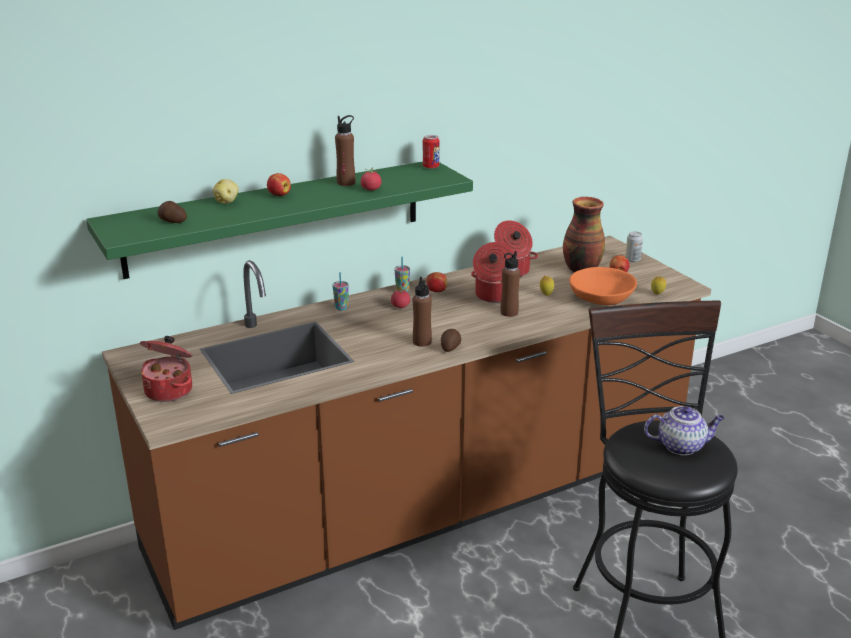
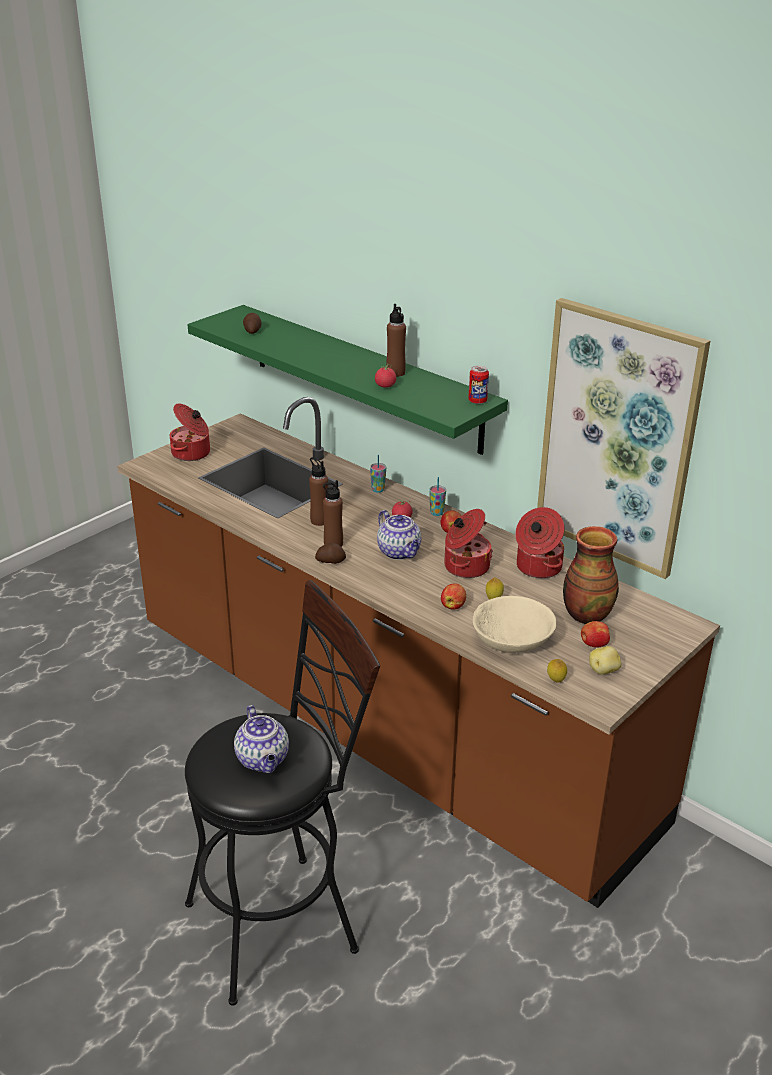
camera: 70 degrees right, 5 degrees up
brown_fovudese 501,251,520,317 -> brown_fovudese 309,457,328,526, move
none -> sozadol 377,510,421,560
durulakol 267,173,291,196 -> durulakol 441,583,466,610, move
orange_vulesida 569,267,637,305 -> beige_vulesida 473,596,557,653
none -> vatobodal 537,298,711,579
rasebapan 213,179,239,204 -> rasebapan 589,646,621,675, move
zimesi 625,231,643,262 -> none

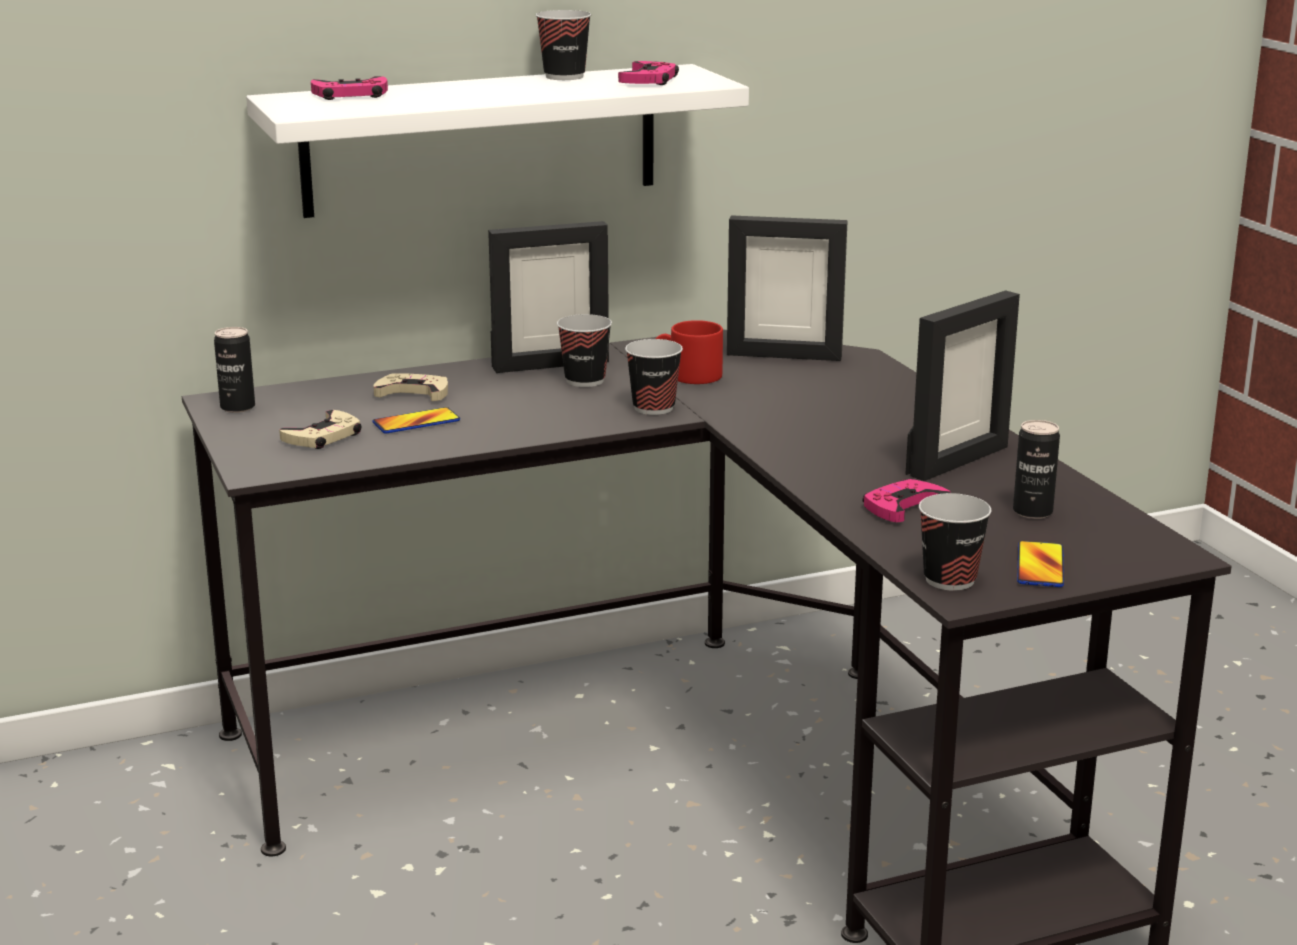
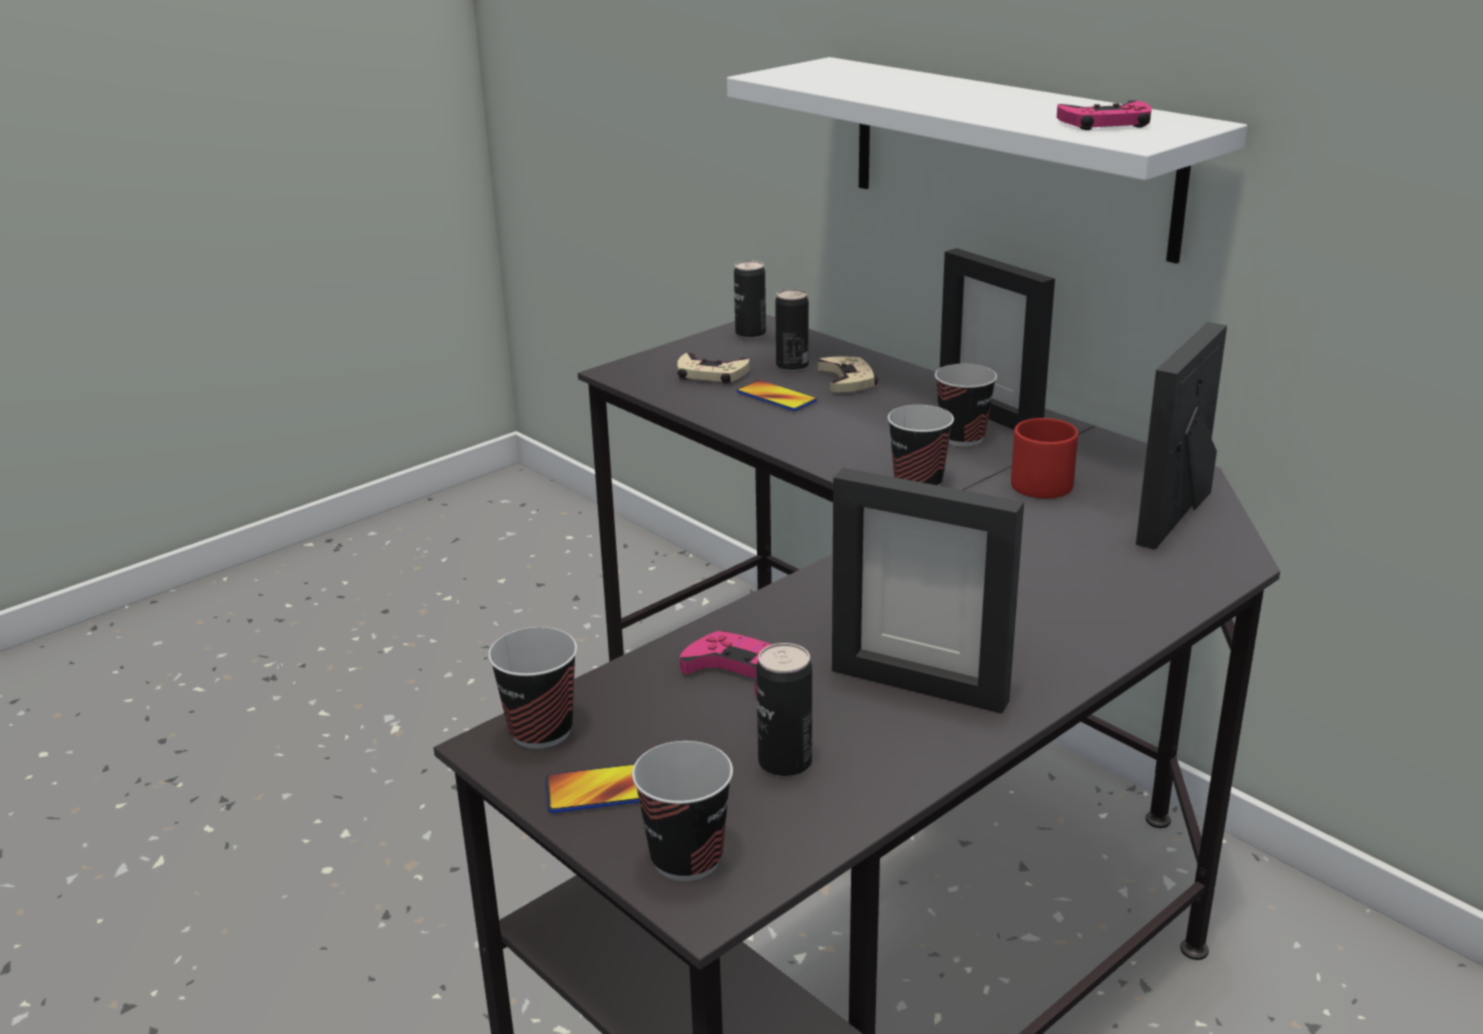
camera: 70 degrees right, 5 degrees up
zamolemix 536,10,591,80 -> zamolemix 632,741,733,881, move
none -> zimesi 775,289,809,371
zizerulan 727,215,848,361 -> zizerulan 1136,322,1227,550, 45 degrees clockwise
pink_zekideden 311,76,388,100 -> none

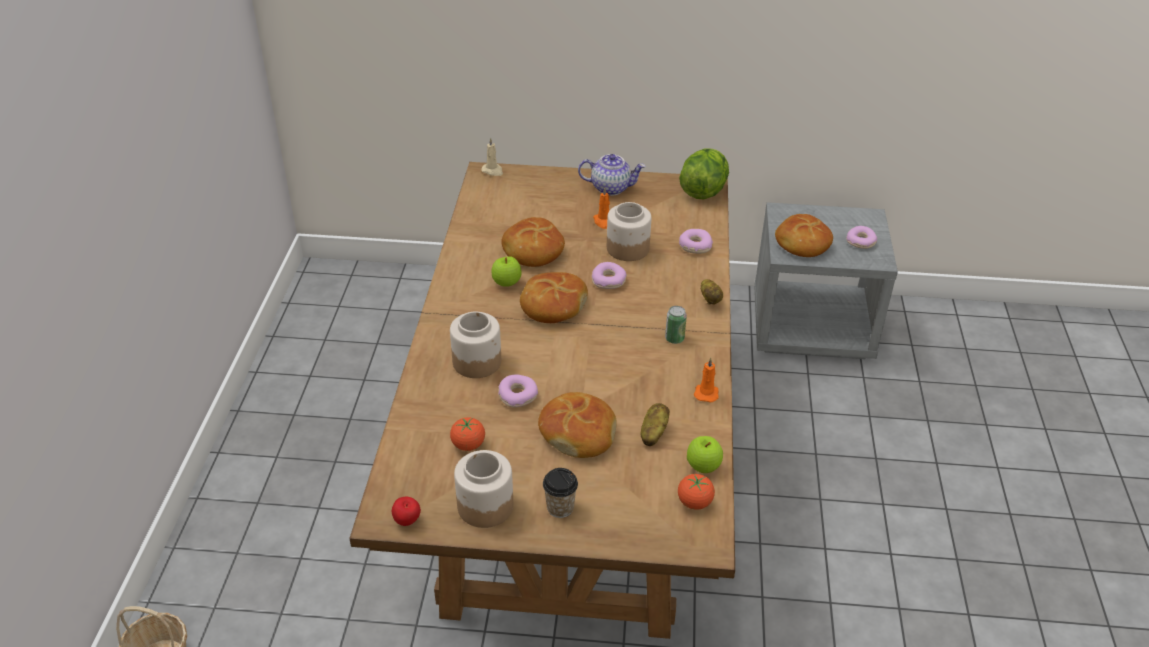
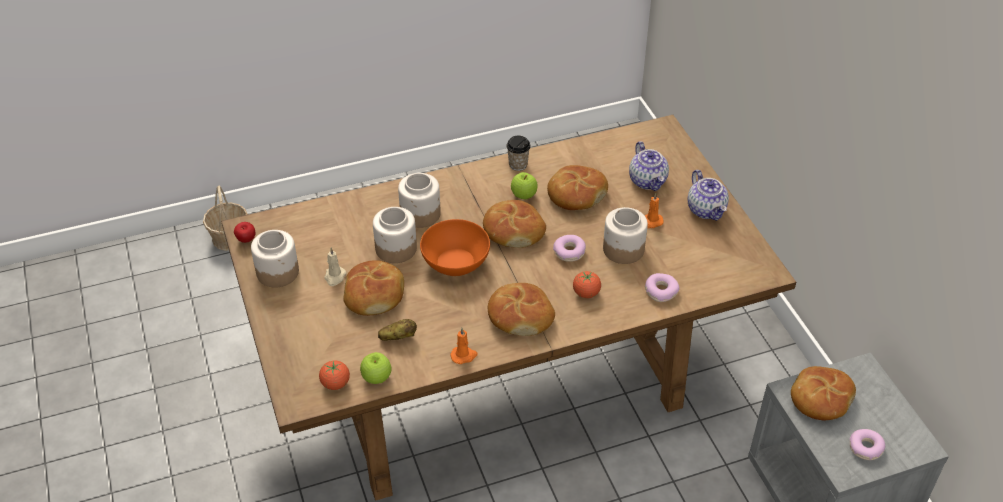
camera: 65 degrees right, 5 degrees up
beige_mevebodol 481,138,503,176 -> beige_mevebodol 325,248,346,286, move
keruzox 498,375,538,408 -> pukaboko 373,207,417,263
none -> orange_vulesida 420,219,490,276
zimesi 665,306,687,344 -> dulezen 488,283,555,336
zamolemix 543,468,578,518 -> zamolemix 506,136,531,171, move
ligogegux 450,417,485,451 -> ligogegux 573,271,601,298, move
none -> sozadol 629,141,669,191
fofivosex 679,148,729,199 -> none
rasebapan 701,279,723,305 -> none

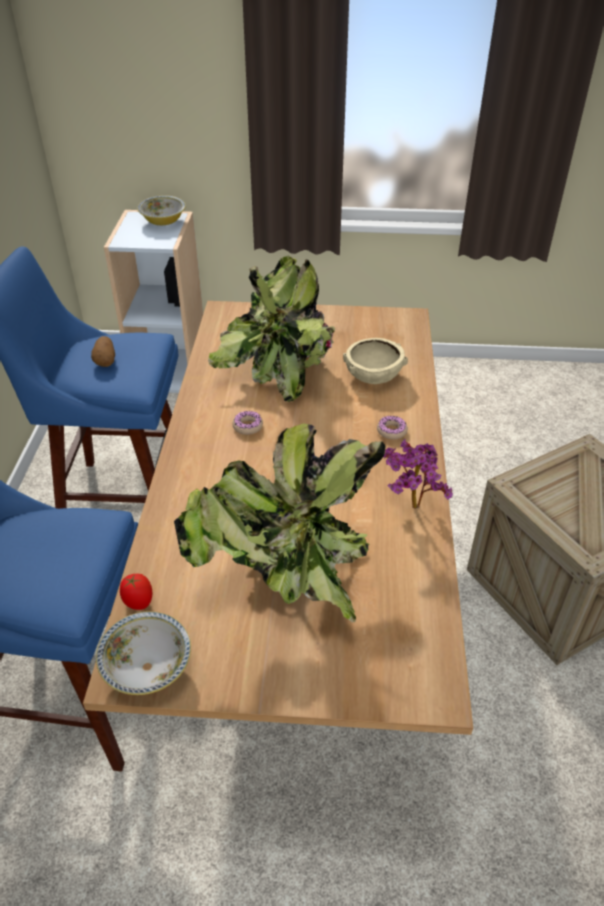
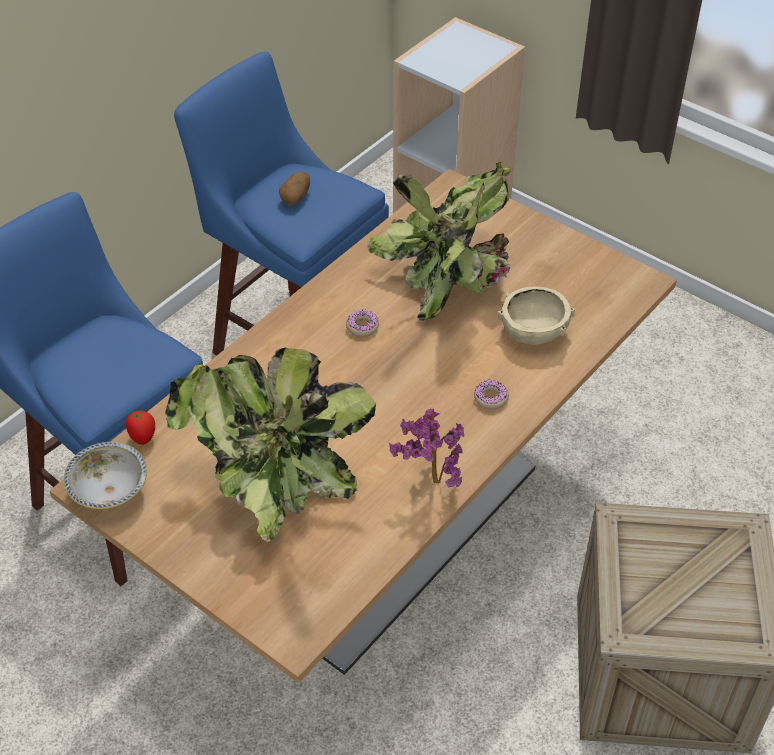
camera: 35 degrees right, 5 degrees up
vulesida 137,195,186,225 -> none

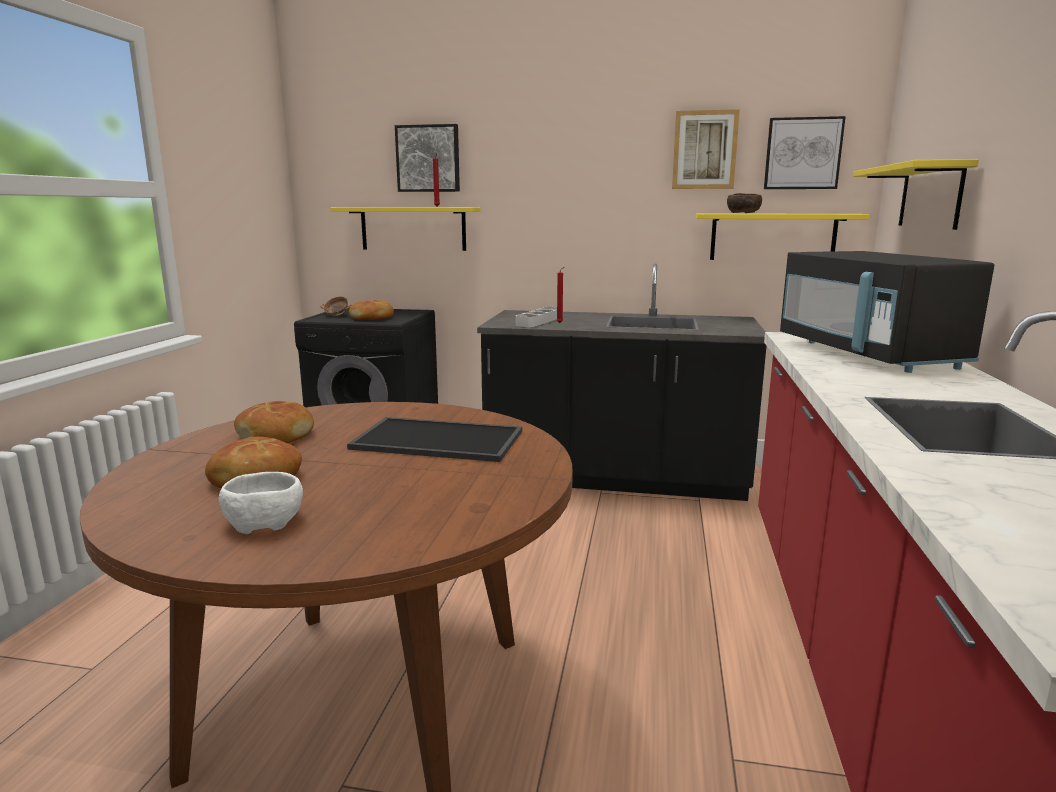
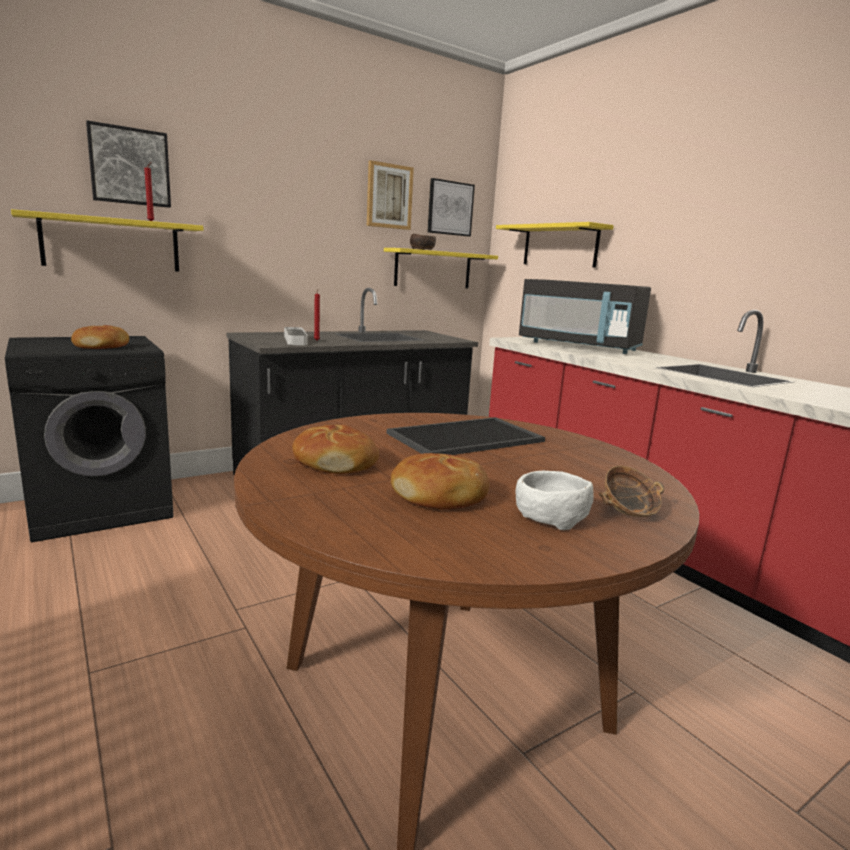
camera: 45 degrees left, 0 degrees up
vulesida 320,296,352,316 -> vulesida 599,466,664,517, move

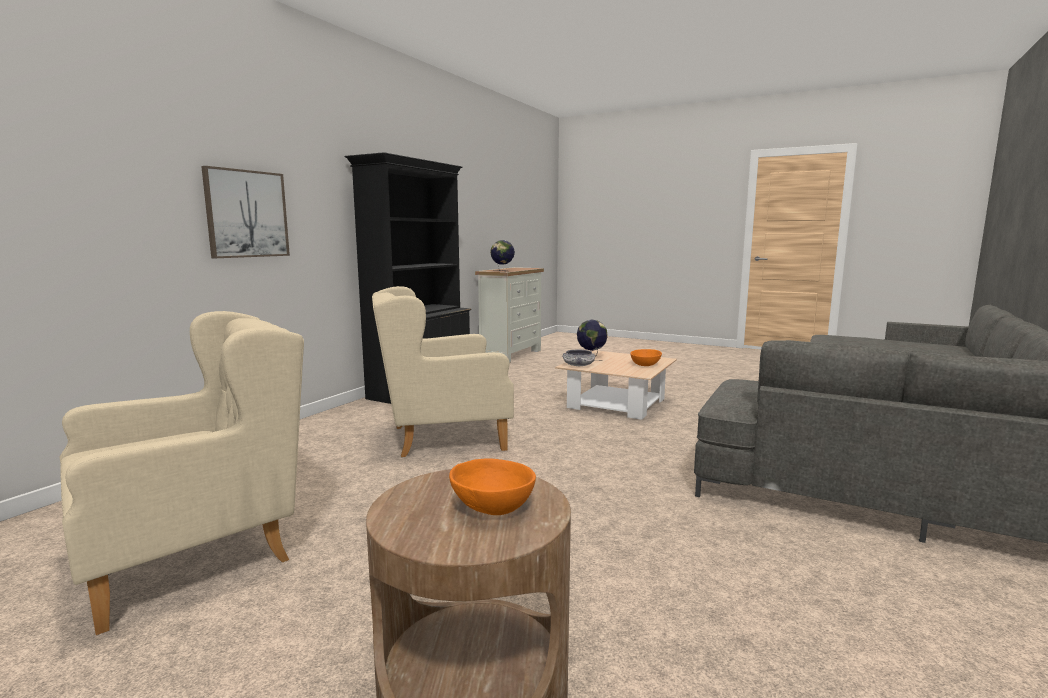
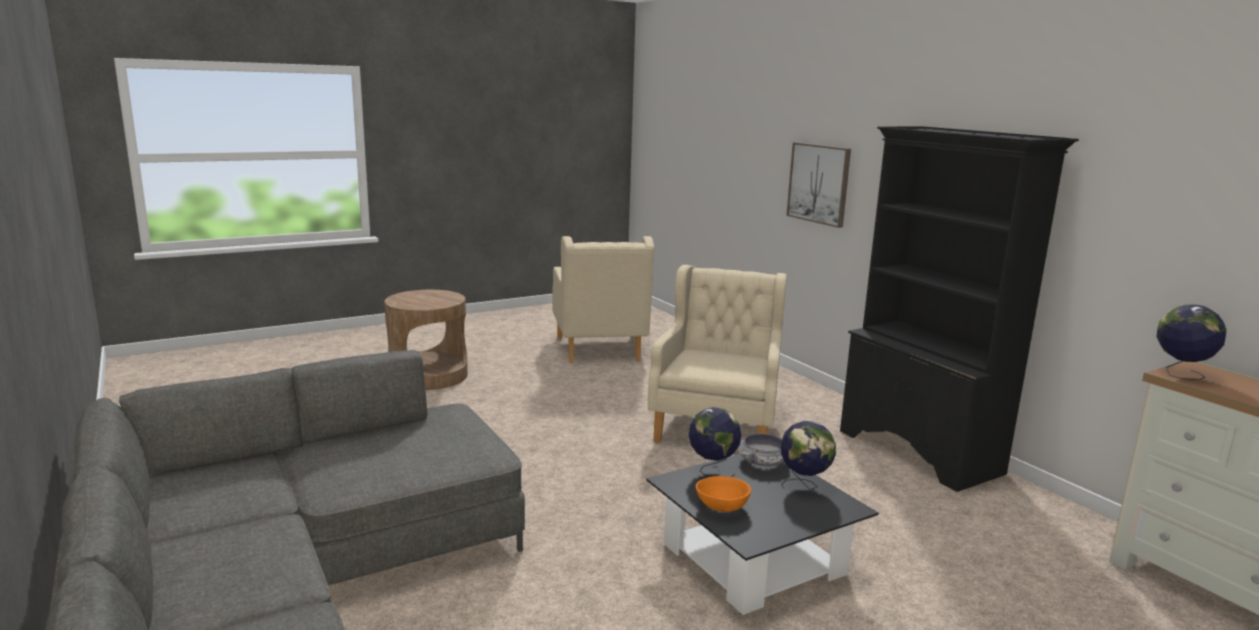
camera: 120 degrees right, 5 degrees up
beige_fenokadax 555,350,677,420 -> black_fenokadax 646,454,879,615
none -> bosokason 689,407,741,477
orange_vulesida 449,459,536,515 -> none

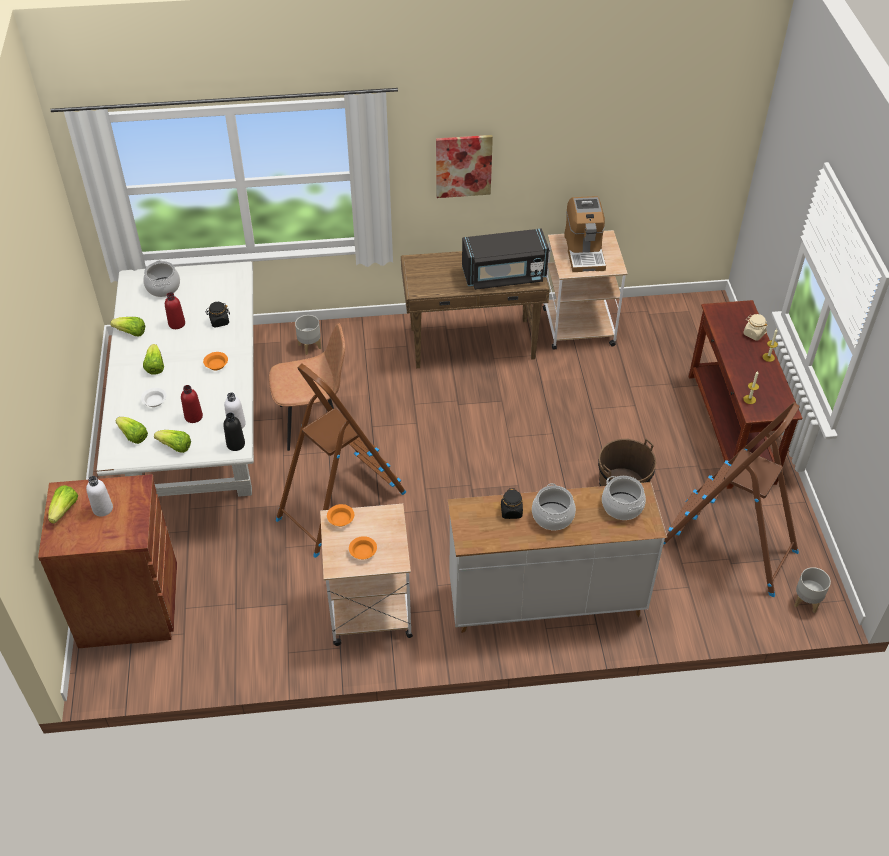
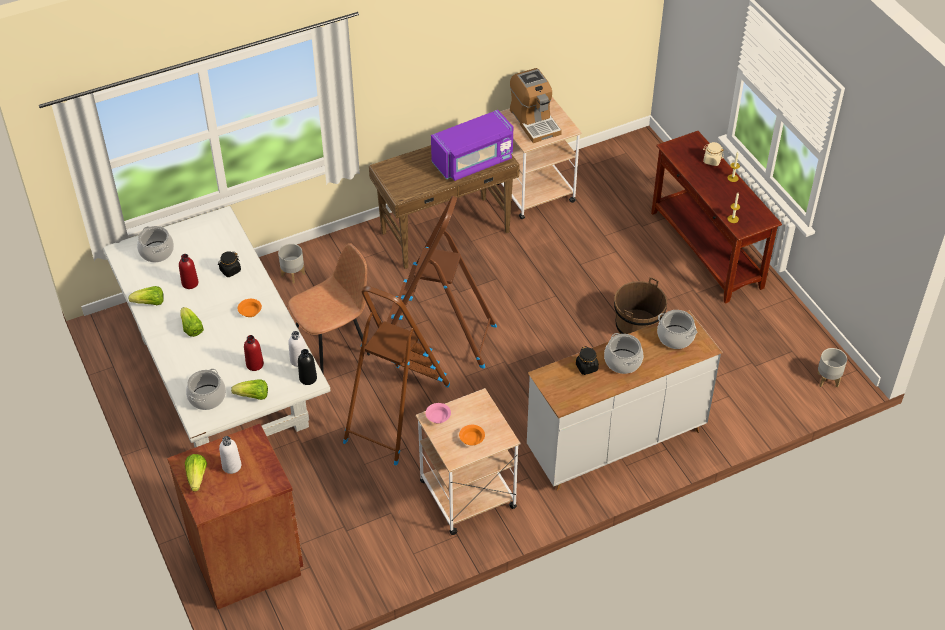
camera: 20 degrees left, 0 degrees up
fofivosex 115,417,148,444 -> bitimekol 186,369,226,410
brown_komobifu 664,402,800,597 -> brown_komobifu 387,196,497,368, move
orange_vulesida 327,504,354,526 -> pink_vulesida 425,403,451,423
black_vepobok 462,228,549,290 -> purple_vepobok 431,110,513,181
white_vulesida 141,388,166,407 -> none
vatobodal 436,135,493,198 -> none

